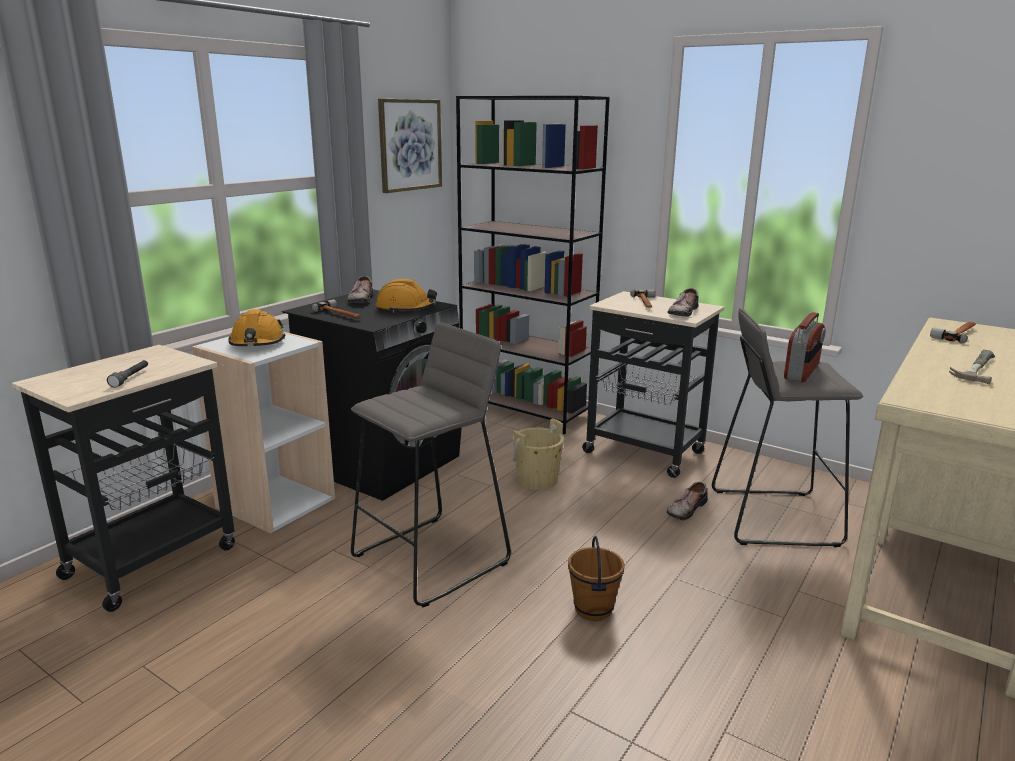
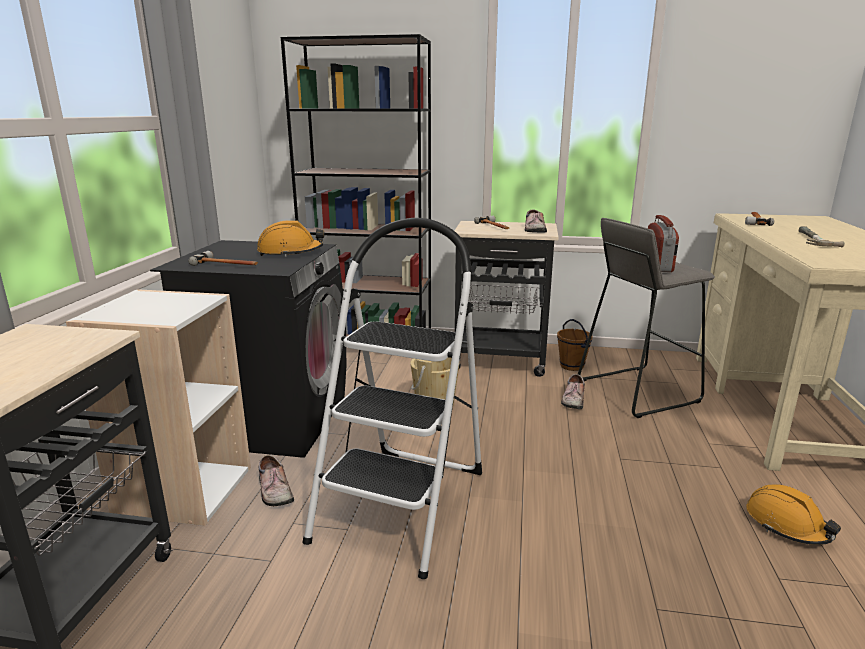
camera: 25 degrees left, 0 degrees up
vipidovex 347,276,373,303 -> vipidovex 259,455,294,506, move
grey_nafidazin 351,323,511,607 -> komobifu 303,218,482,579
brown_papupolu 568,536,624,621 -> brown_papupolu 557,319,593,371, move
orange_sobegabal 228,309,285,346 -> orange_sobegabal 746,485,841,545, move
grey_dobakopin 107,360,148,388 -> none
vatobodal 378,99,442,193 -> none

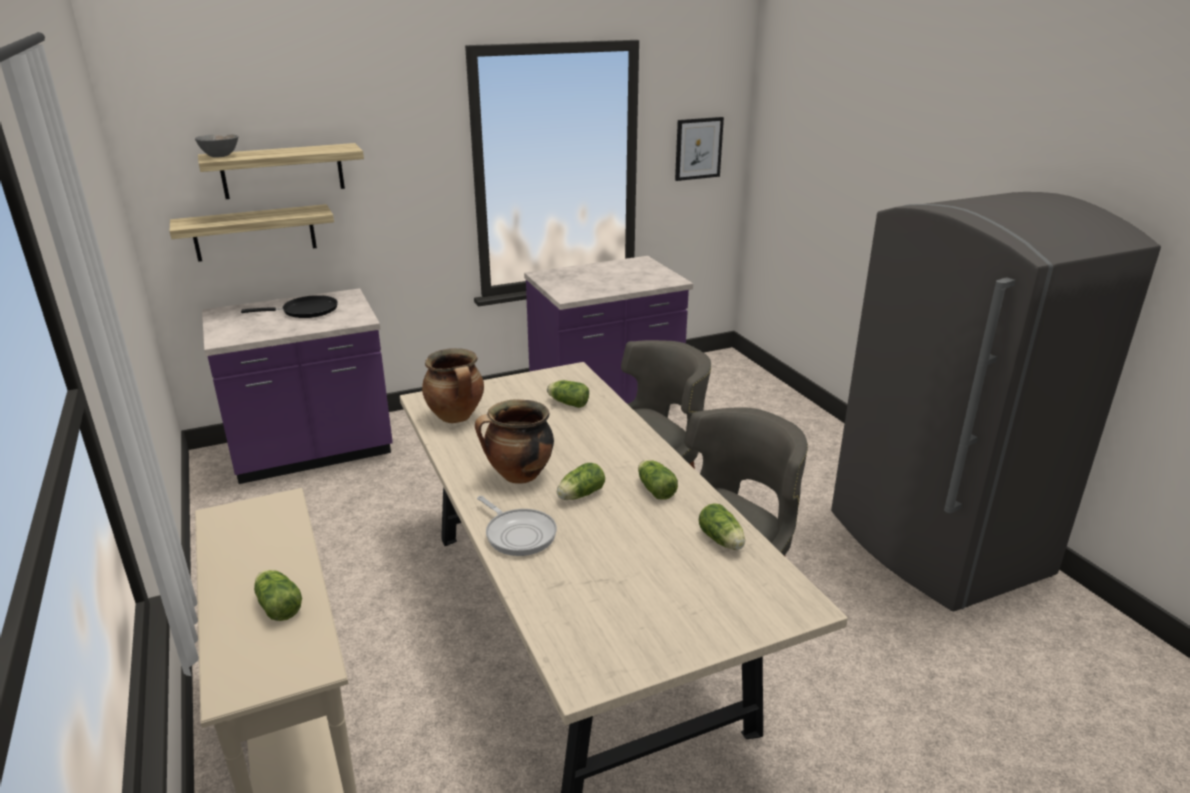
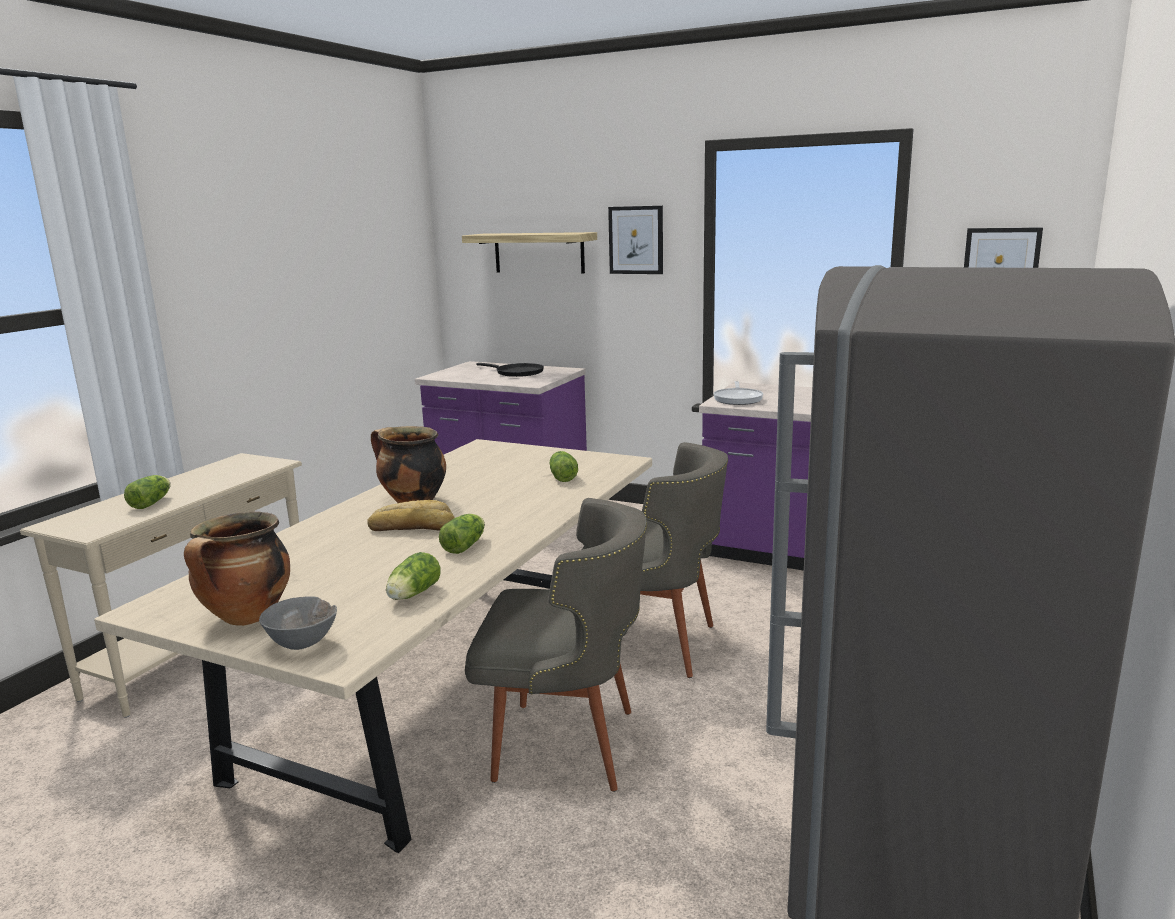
camera: 50 degrees right, 10 degrees down
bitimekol 422,348,484,423 -> bitimekol 184,512,290,626, move
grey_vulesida 195,134,238,158 -> grey_vulesida 259,596,337,650, move
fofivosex 557,463,605,500 -> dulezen 367,500,454,531
none -> vatobodal 608,206,663,274
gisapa 477,496,557,556 -> gisapa 713,381,763,405, move
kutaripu 170,204,334,262 -> none

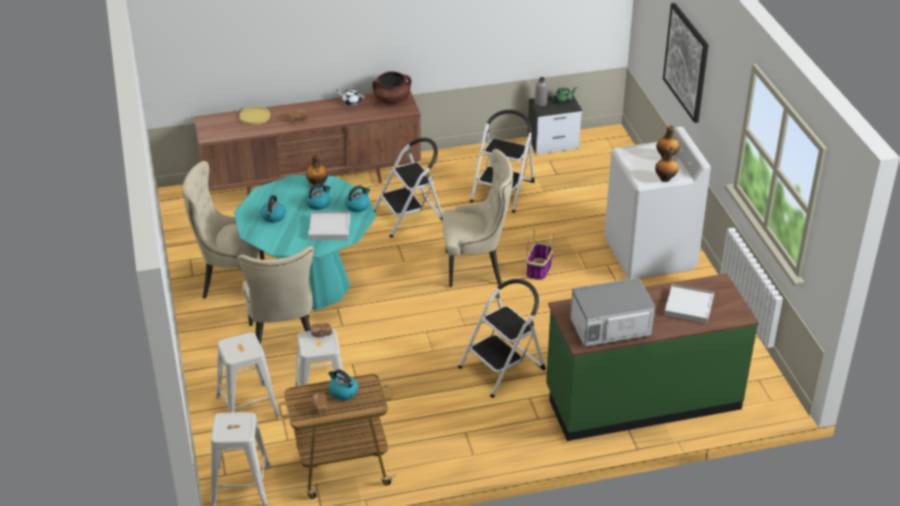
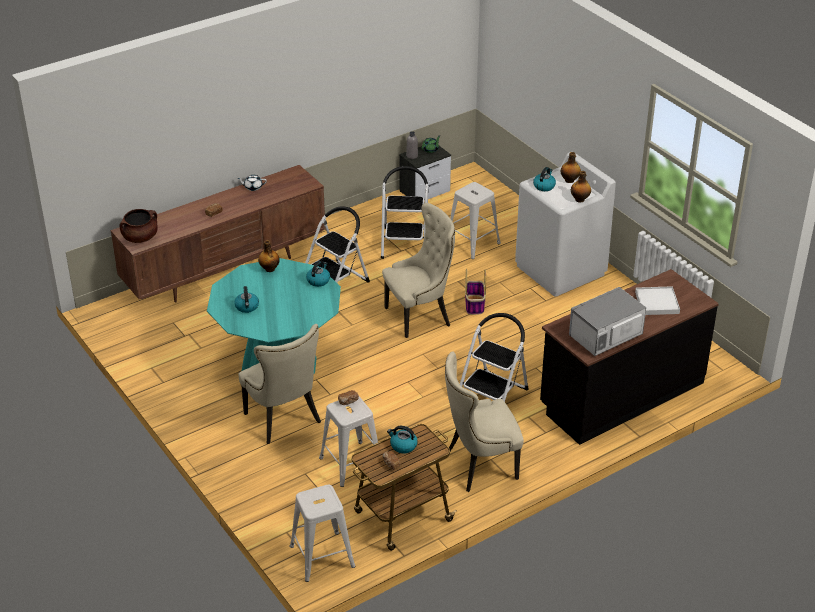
camera: 20 degrees left, 0 degrees up
brown_bitimekol 372,71,411,104 -> brown_bitimekol 119,209,158,243, move
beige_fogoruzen 182,161,265,299 -> beige_fogoruzen 445,351,524,492, move
white_nafidazin 216,332,280,429 -> white_nafidazin 450,182,501,259, move
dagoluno 305,183,331,210 -> dagoluno 533,167,556,191, move
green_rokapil 546,274,759,441 -> black_rokapil 540,269,719,445
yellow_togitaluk 239,106,270,125 -> none
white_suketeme 308,212,350,240 -> none
vatobodal 663,3,708,123 -> none

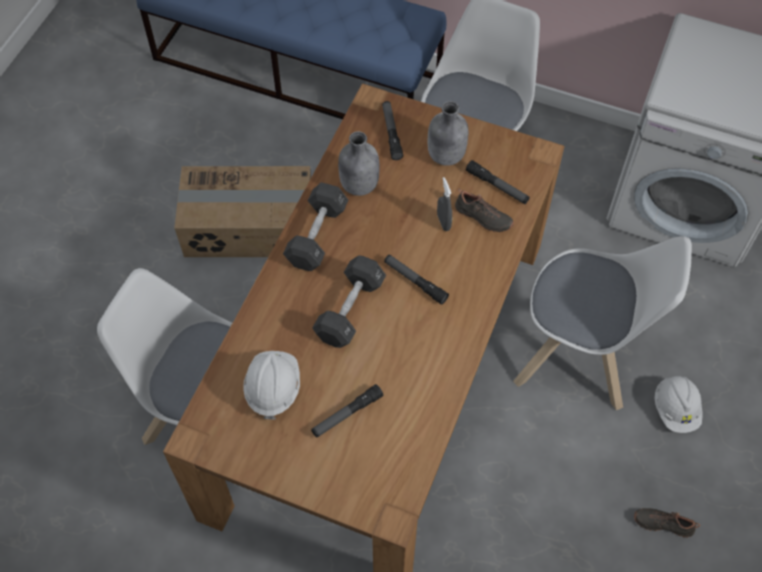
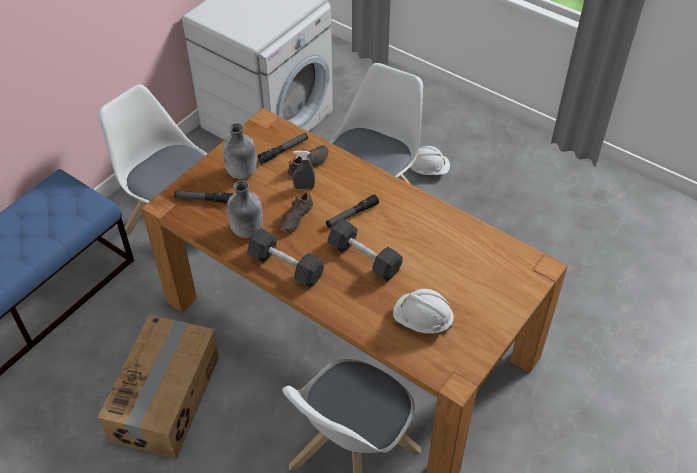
camera: 75 degrees left, 10 degrees down
black_vipidovex 634,508,700,538 -> black_vipidovex 279,188,313,233, move
dobakopin 311,384,383,438 -> none

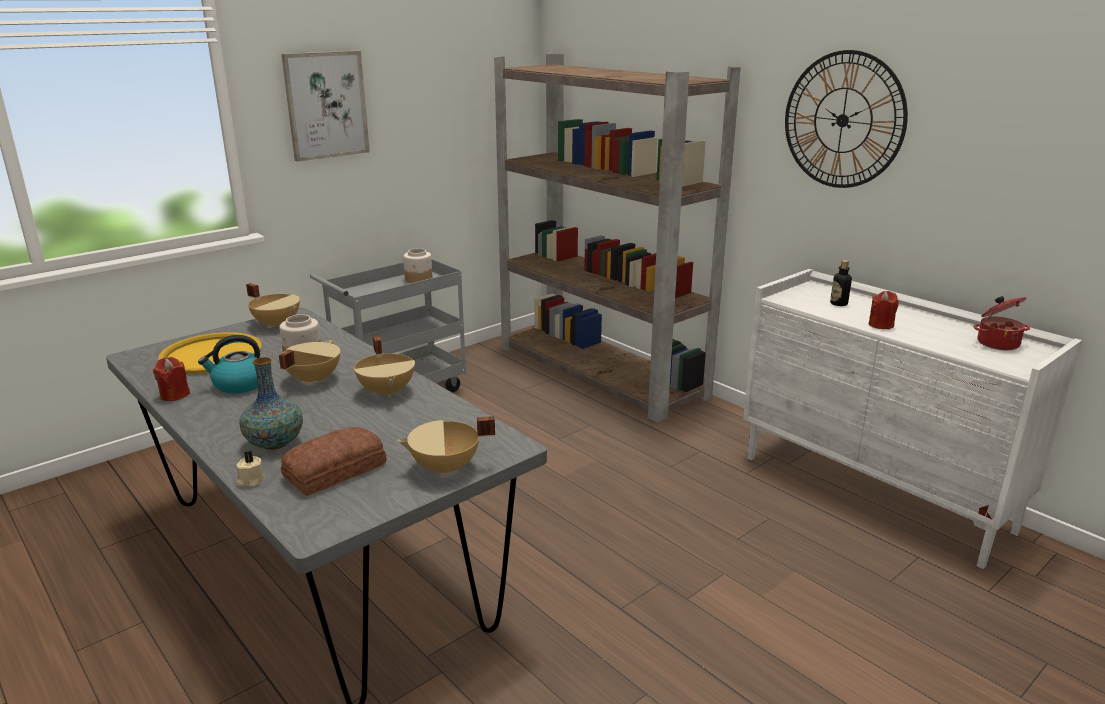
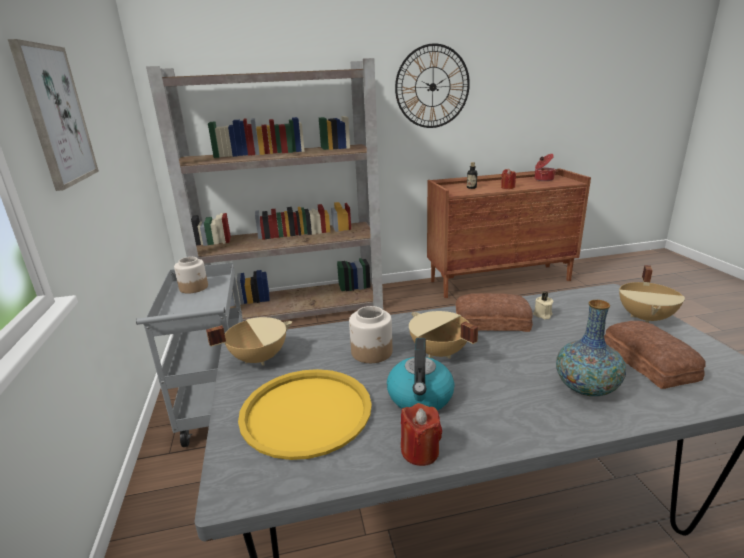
camera: 60 degrees left, 0 degrees up
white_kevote 743,269,1082,569 -> brown_kevote 427,168,591,298
beige_bitimekol 354,335,415,398 -> dulezen 456,293,533,332
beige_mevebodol 236,451,264,487 -> beige_mevebodol 533,292,554,319, move

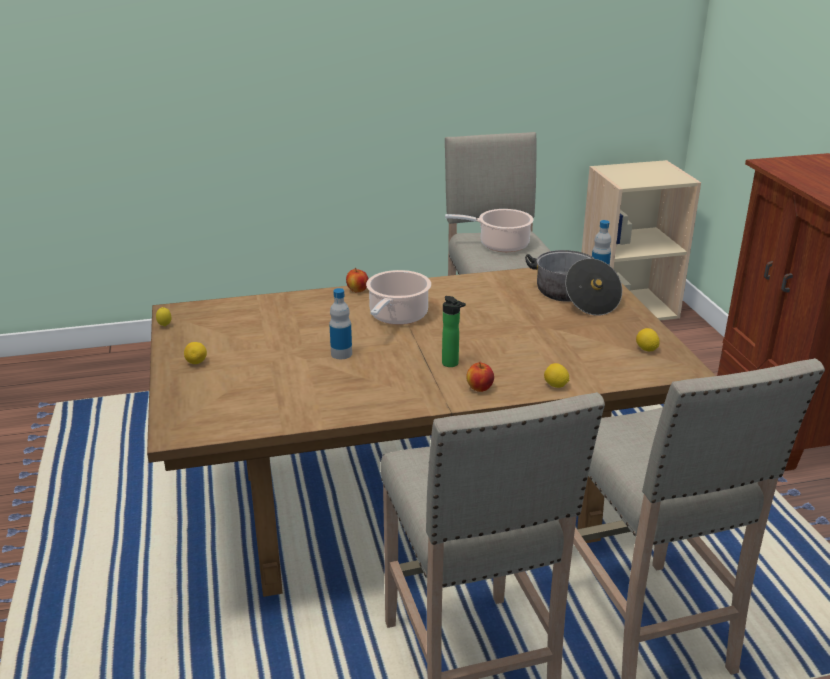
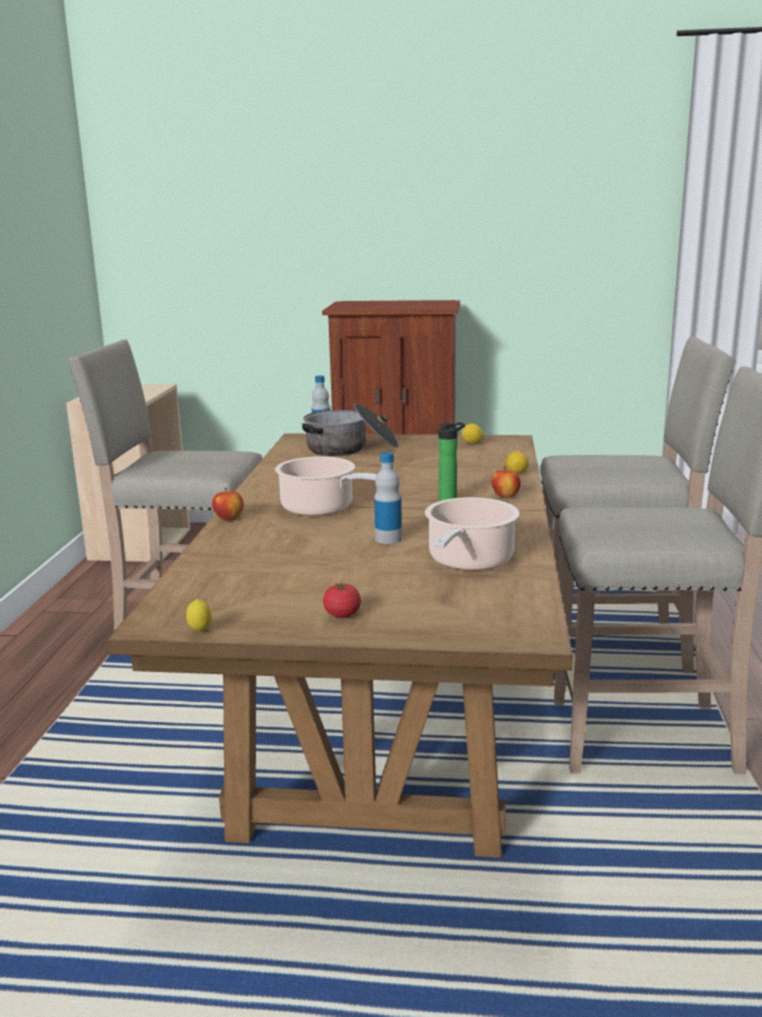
camera: 70 degrees left, 10 degrees down
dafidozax 184,342,207,364 -> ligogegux 323,582,361,618
bitimekol 445,209,534,252 -> bitimekol 425,497,520,571, move

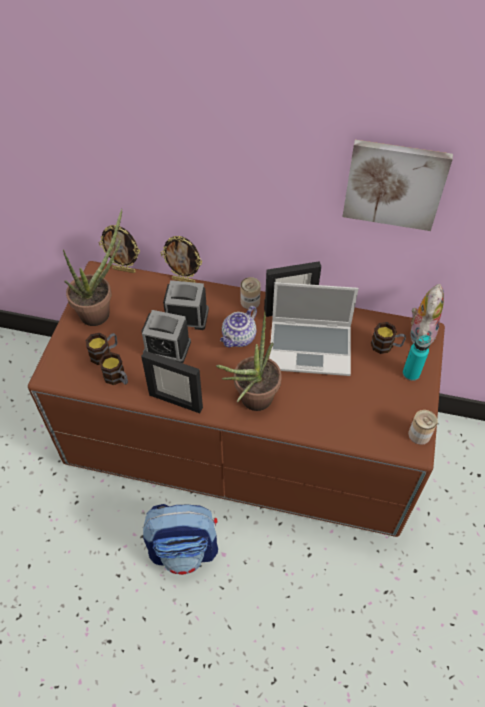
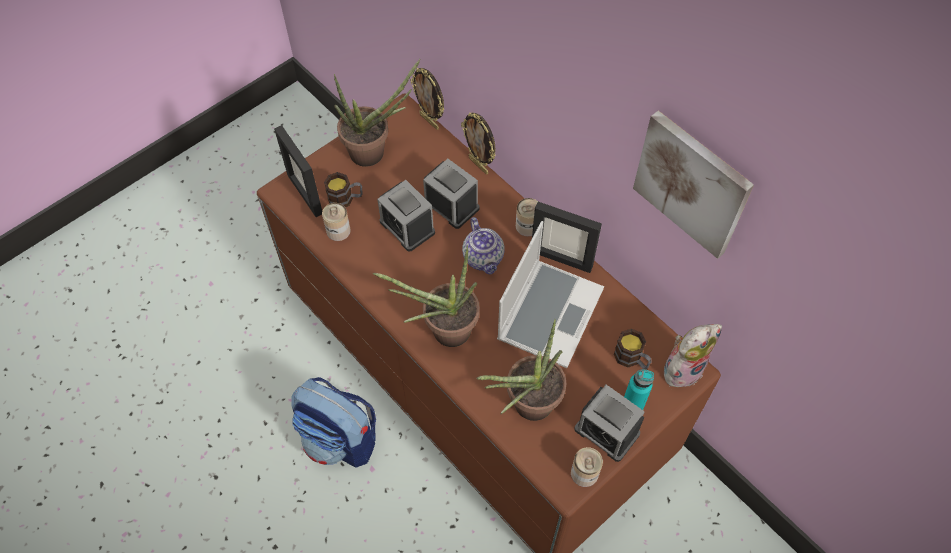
camera: 35 degrees right, 5 degrees up
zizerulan 141,351,203,413 -> zizerulan 274,125,322,217, move
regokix 99,352,128,385 -> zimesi 322,203,350,241
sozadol 220,306,257,347 -> sozadol 462,217,505,274, 90 degrees counterclockwise
none -> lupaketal 476,319,566,421
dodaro 269,282,359,376 -> dodaro 497,221,604,368, 105 degrees counterclockwise
none -> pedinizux 574,385,645,462

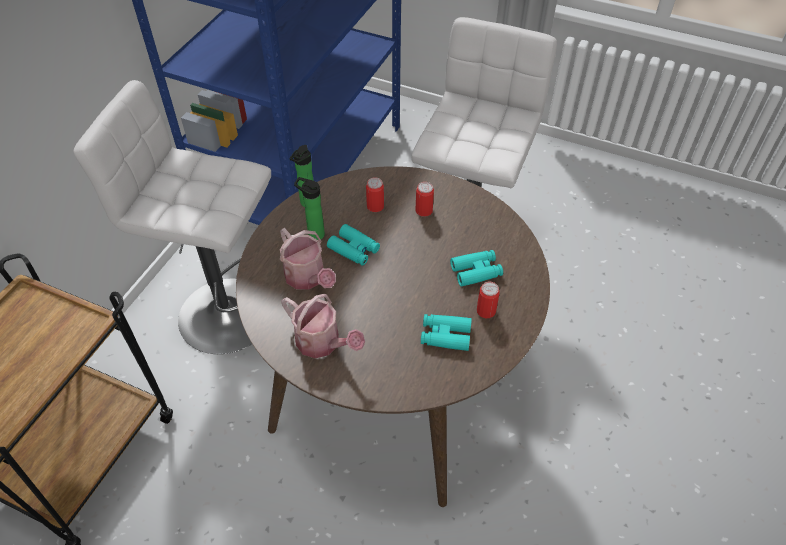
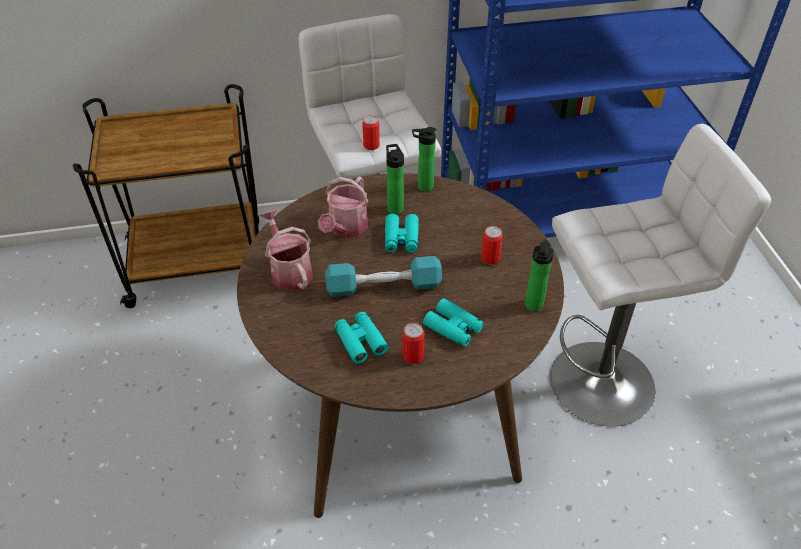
camera: 55 degrees right, 5 degrees down
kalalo 281,294,365,358 -> kalalo 259,209,313,291, 150 degrees clockwise
none -> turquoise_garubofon 325,256,442,297
zimesi 366,177,384,212 -> zimesi 362,115,380,150, move
none -> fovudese 525,240,554,311

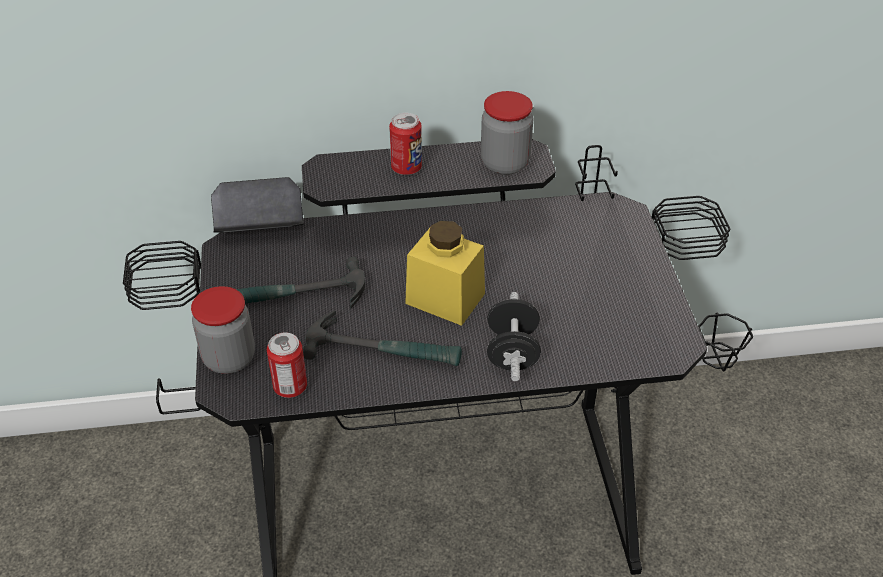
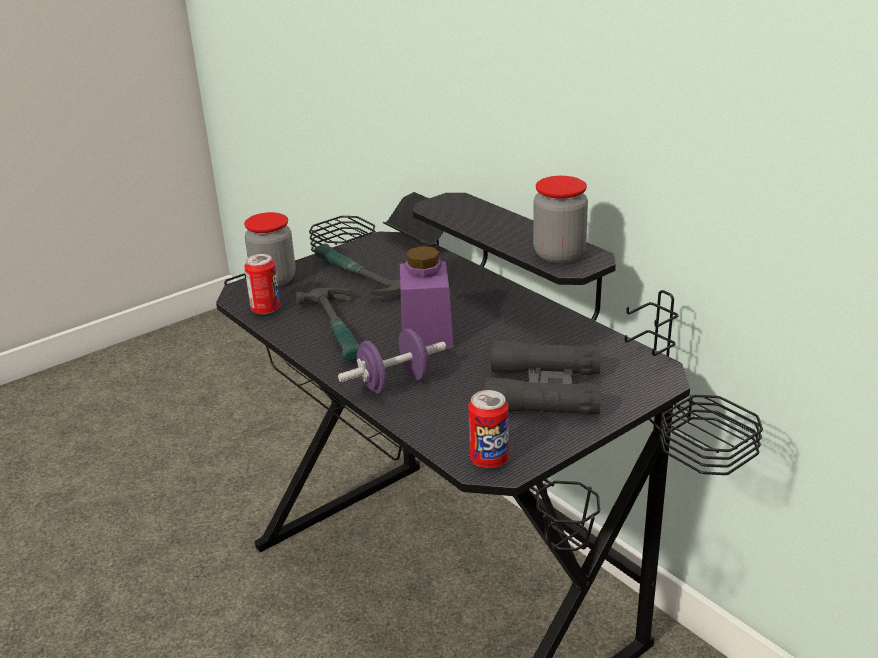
camera: 60 degrees right, 15 degrees down
black_garubofon 487,292,541,381 -> purple_garubofon 338,329,446,394
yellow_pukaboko 405,221,485,326 -> purple_pukaboko 400,246,454,348
zimesi 389,113,422,175 -> zimesi 468,390,509,468, move
none -> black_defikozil 484,340,601,415

